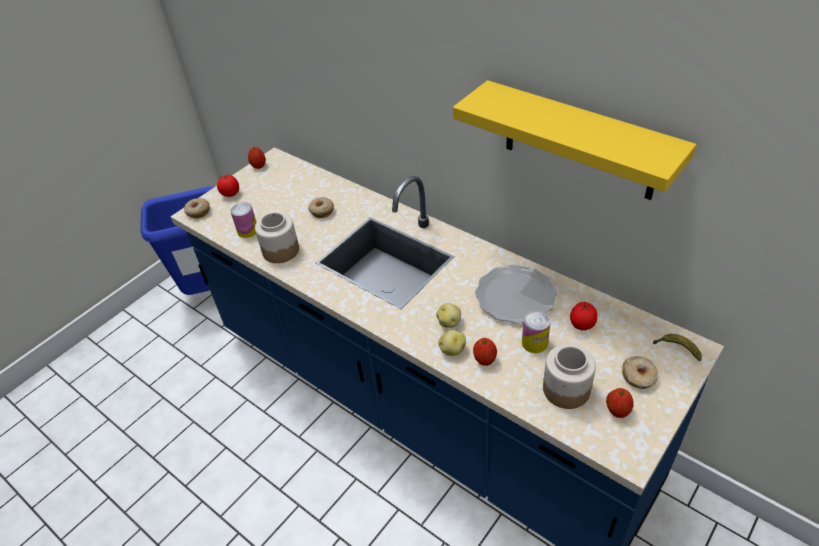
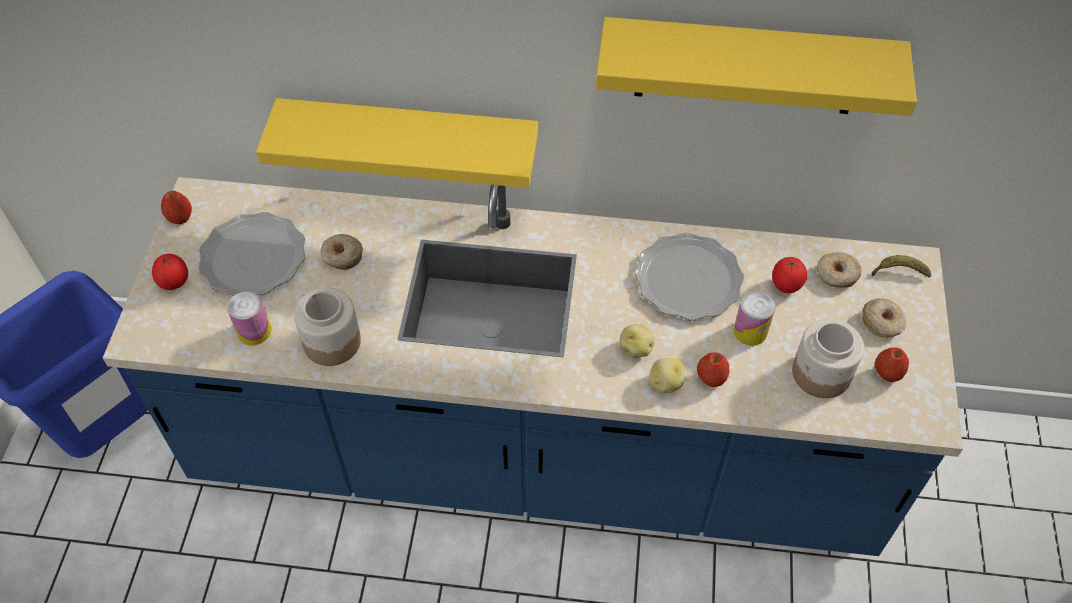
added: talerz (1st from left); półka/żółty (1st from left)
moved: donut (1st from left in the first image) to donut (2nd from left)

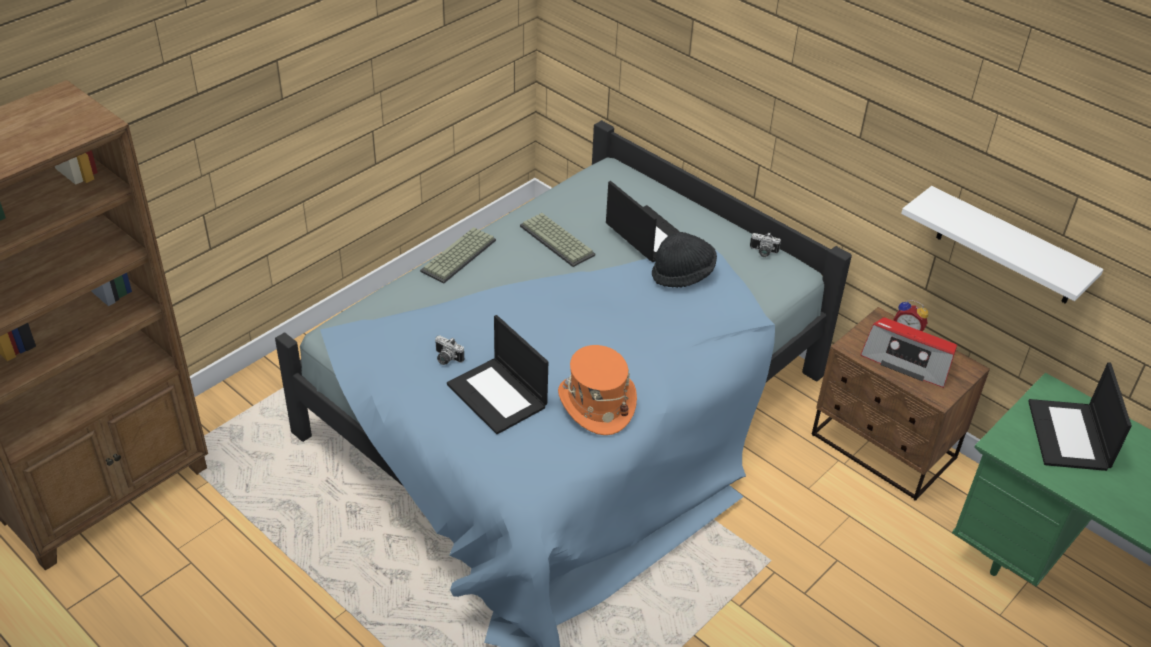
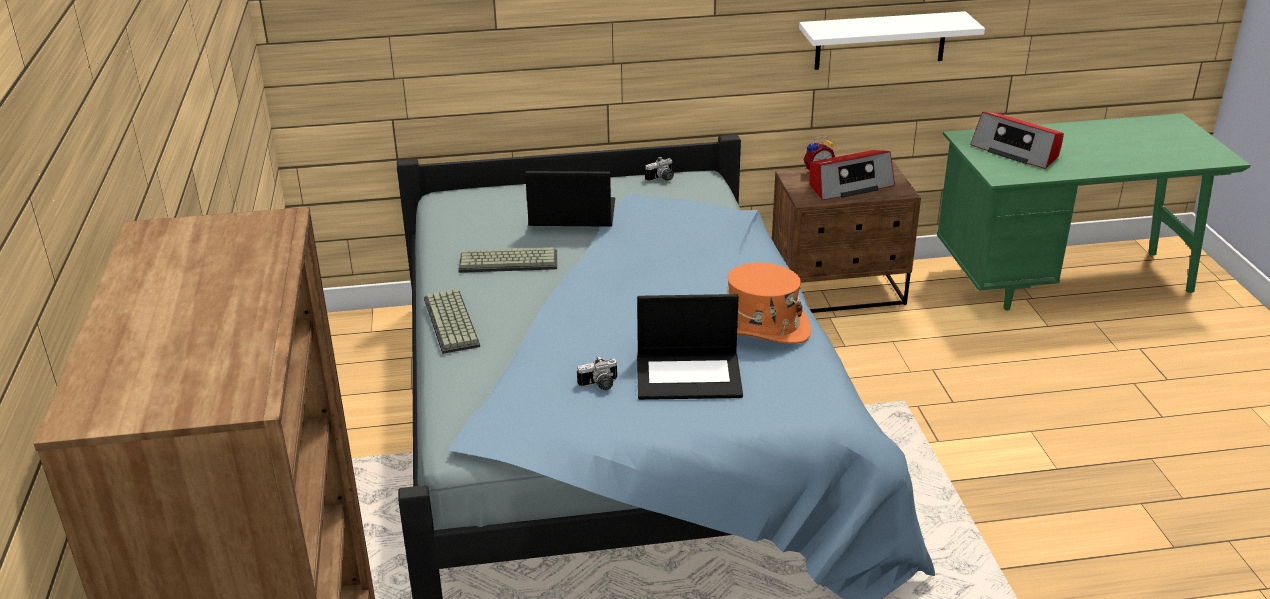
removed: kapelusz/czarny
replaced: laptop (3rd from left) to radio (2nd from left)

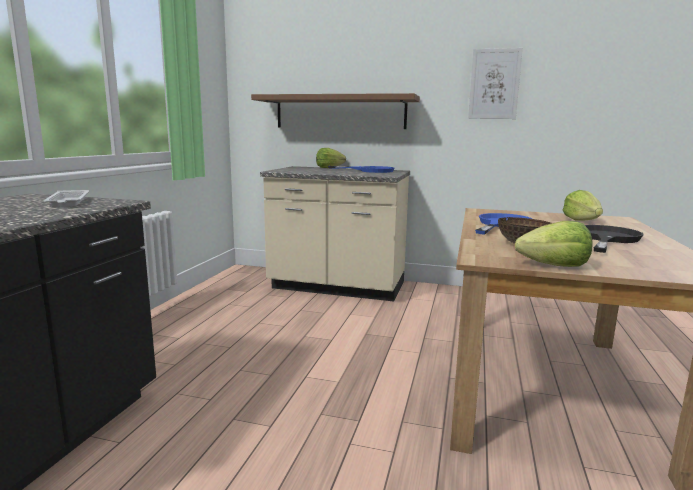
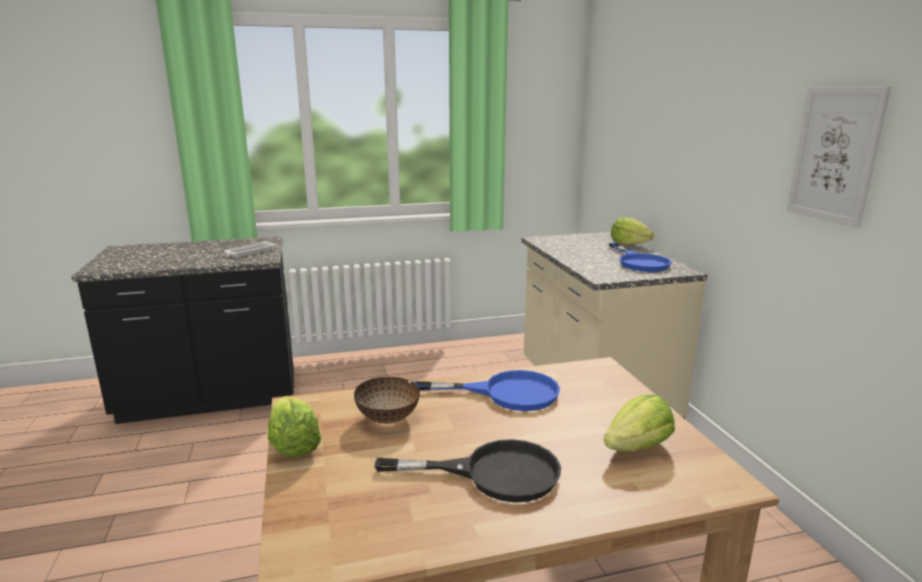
removed: półka/brązowy

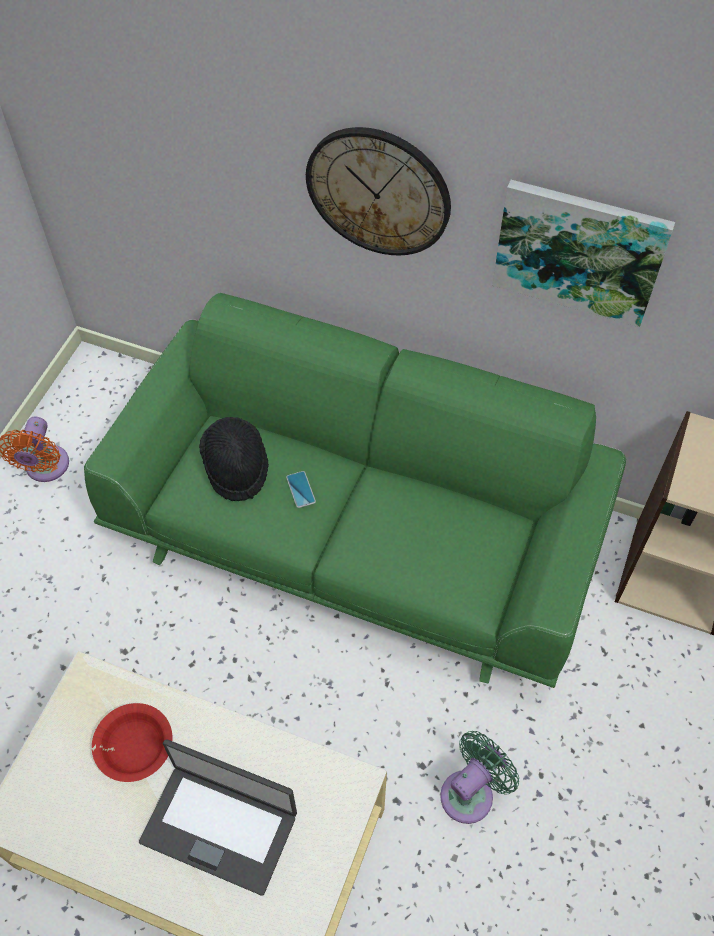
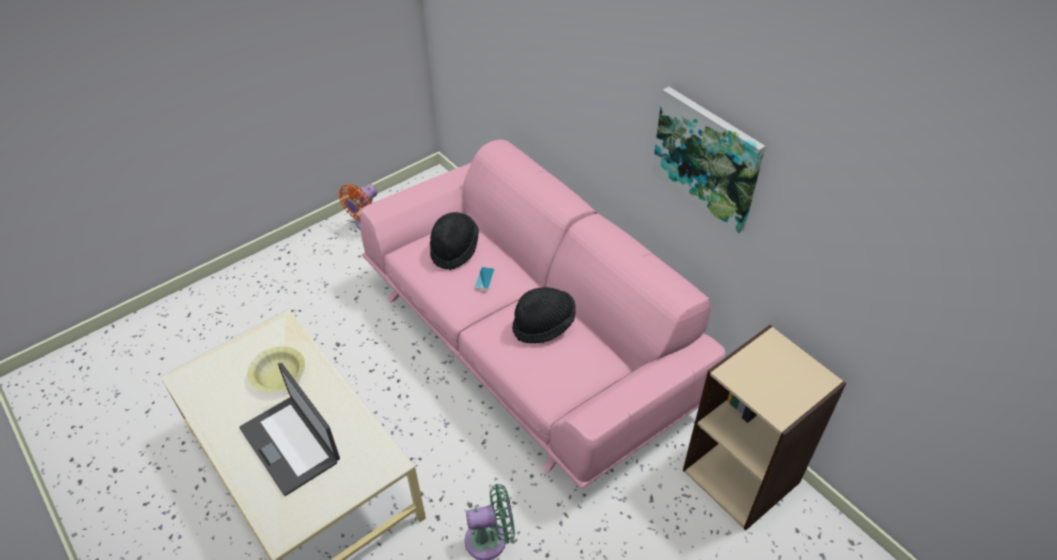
removed: zegar ścienny
added: kapelusz/czarny (2nd from left)
recoloured: kanapa/zielony to kanapa/różowy; miska/czerwony to miska/żółty

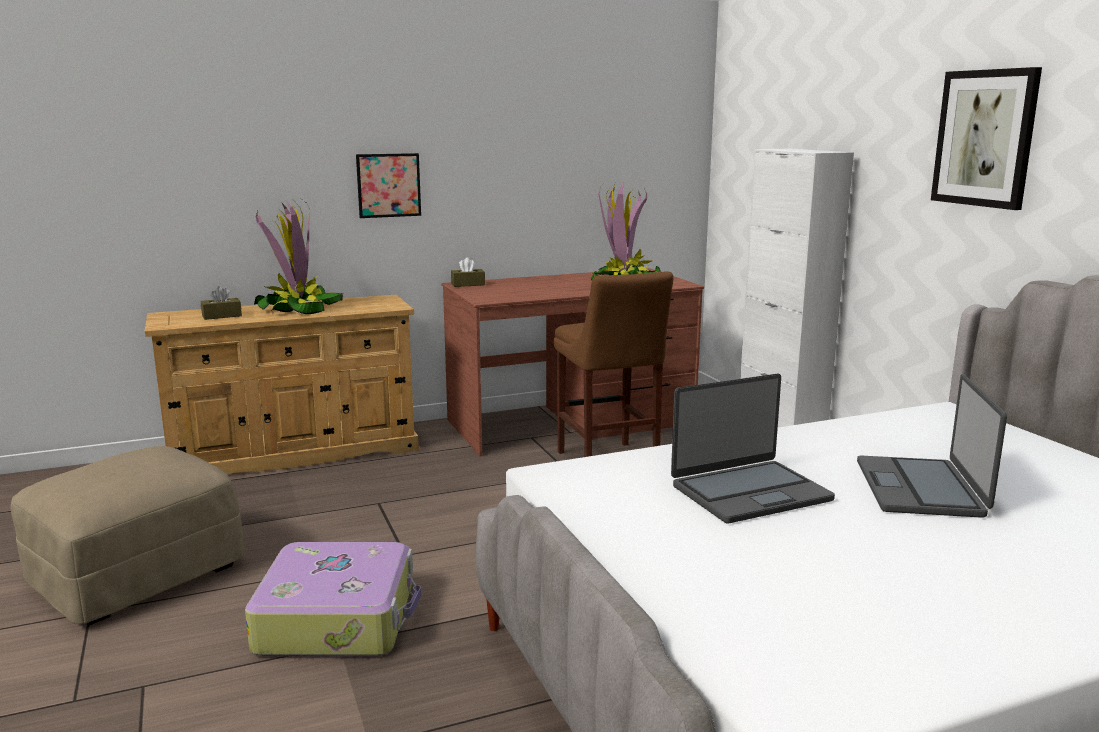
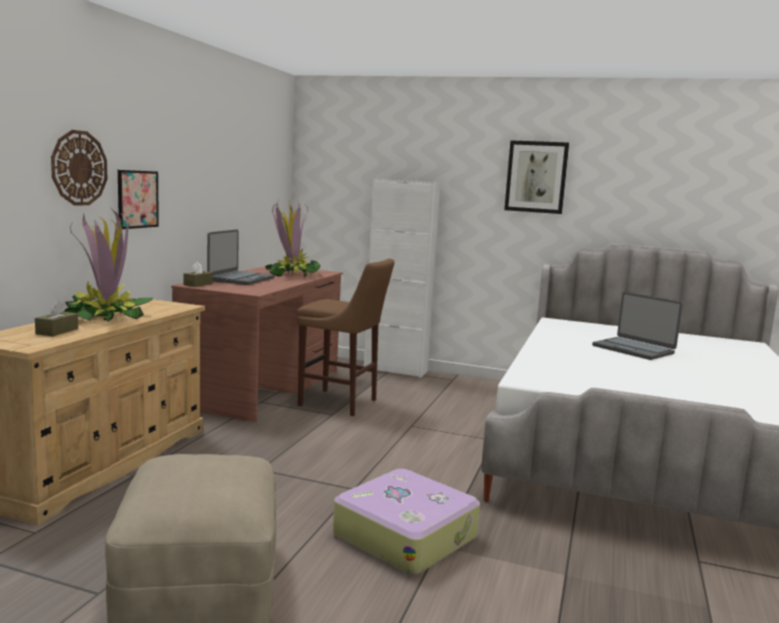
added: zegar ścienny
moved: laptop (1st from left)

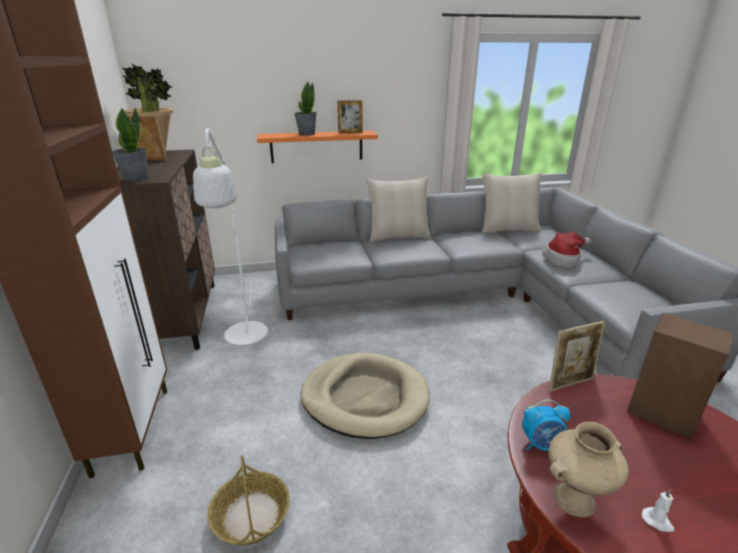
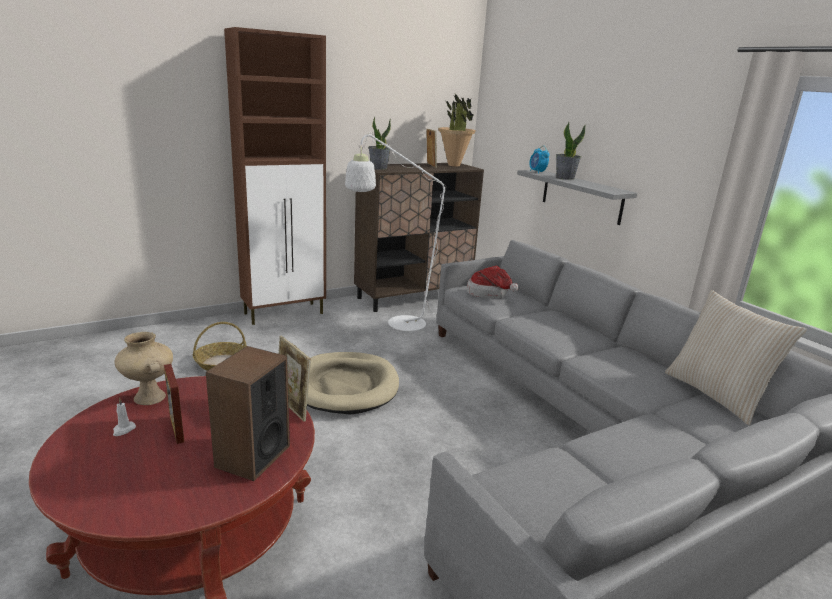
removed: poduszka/beżowy (1st from left)
moved: ramka na zdjęcie (2nd from left in the first image) to ramka na zdjęcie (1st from left); budzik; kapelusz
recoloured: półka/pomarańczowy to półka/szary

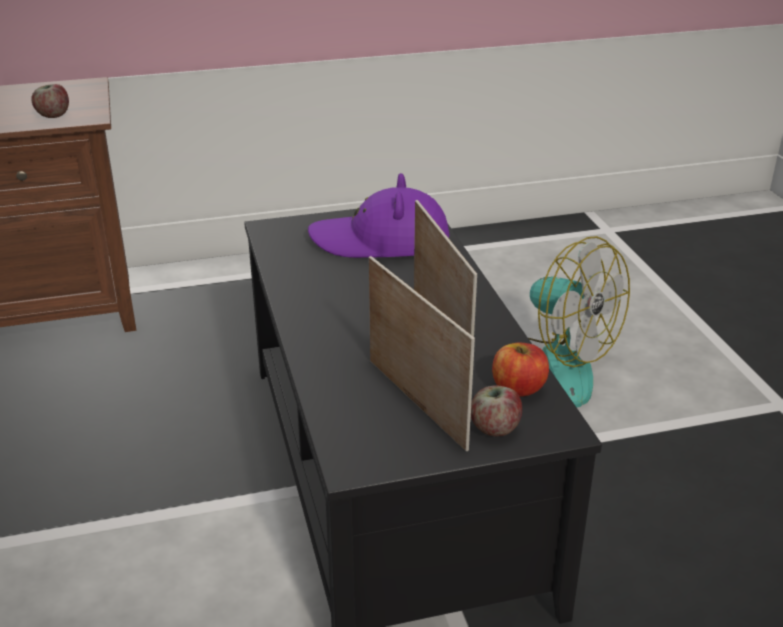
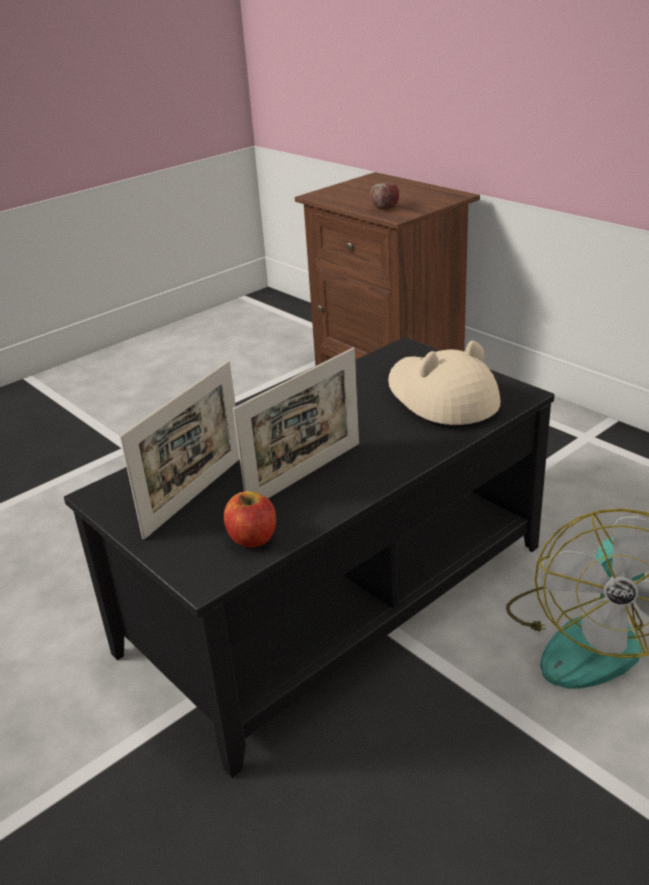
removed: jabłko (2nd from left)
recoloured: kapelusz/fioletowy to kapelusz/beżowy

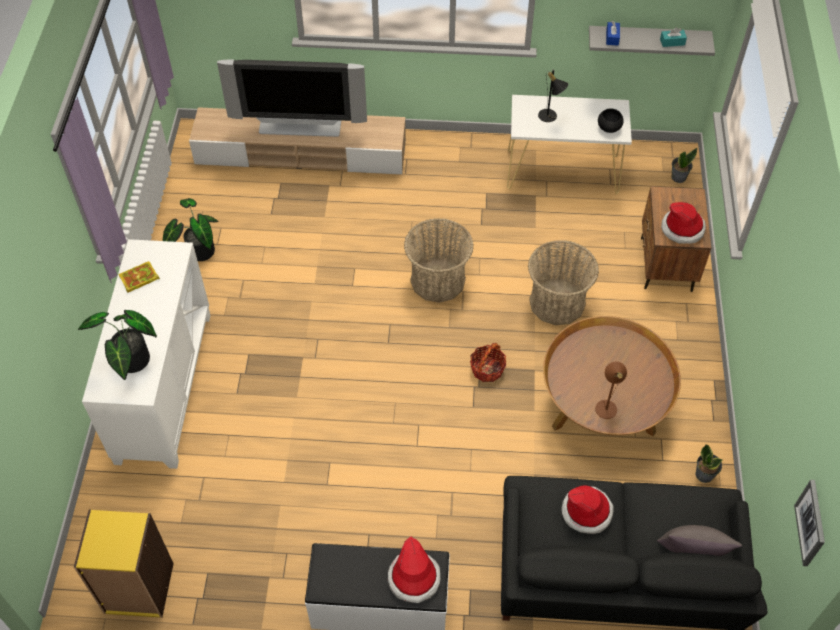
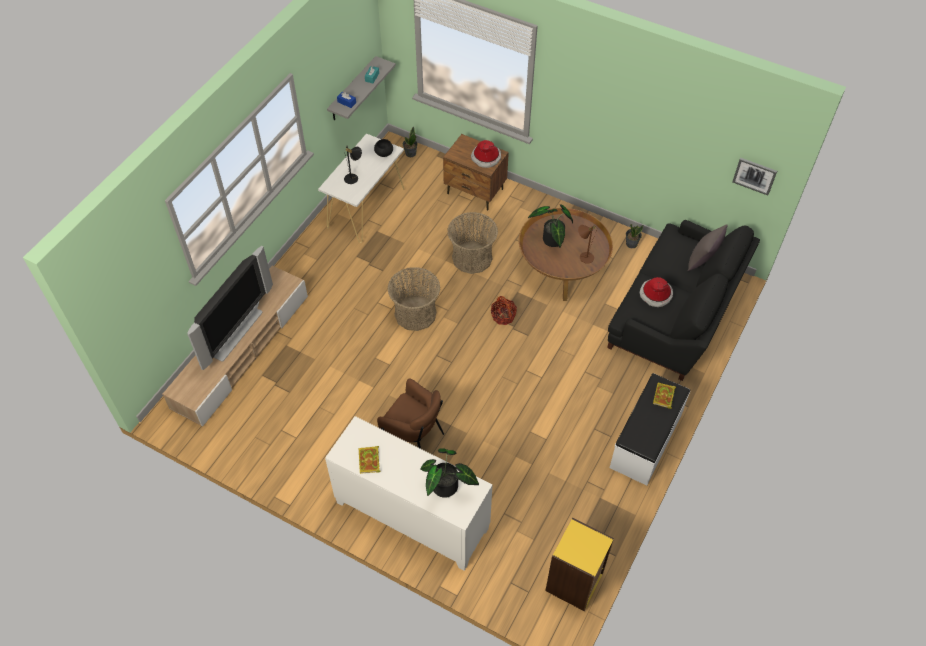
added: fotel/brązowy
moved: roślina doniczkowa (2nd from left in the first image) to roślina doniczkowa (3rd from left)
replaced: kapelusz (1st from left) to książka (2nd from left)

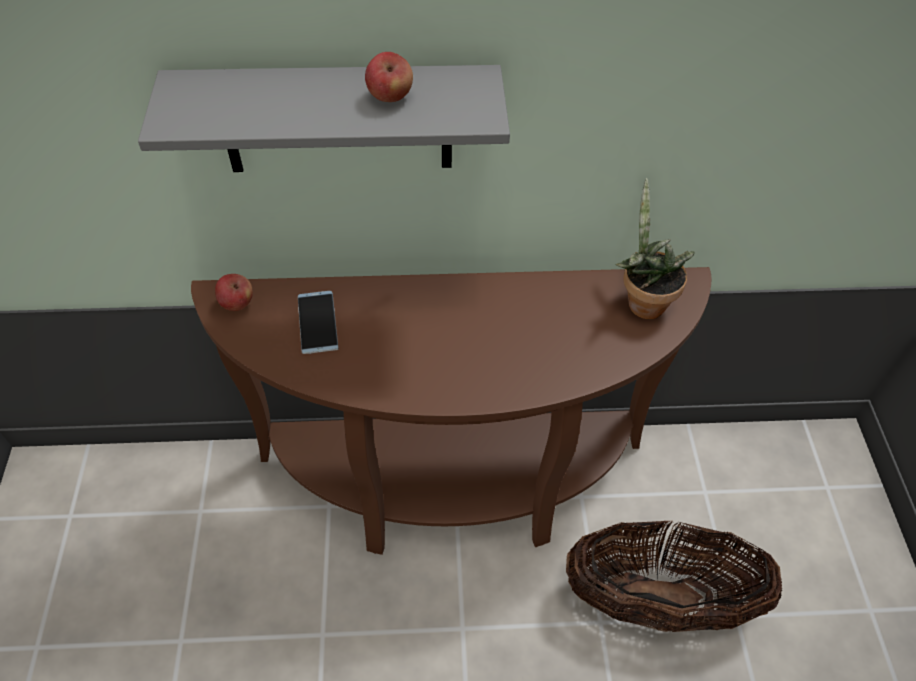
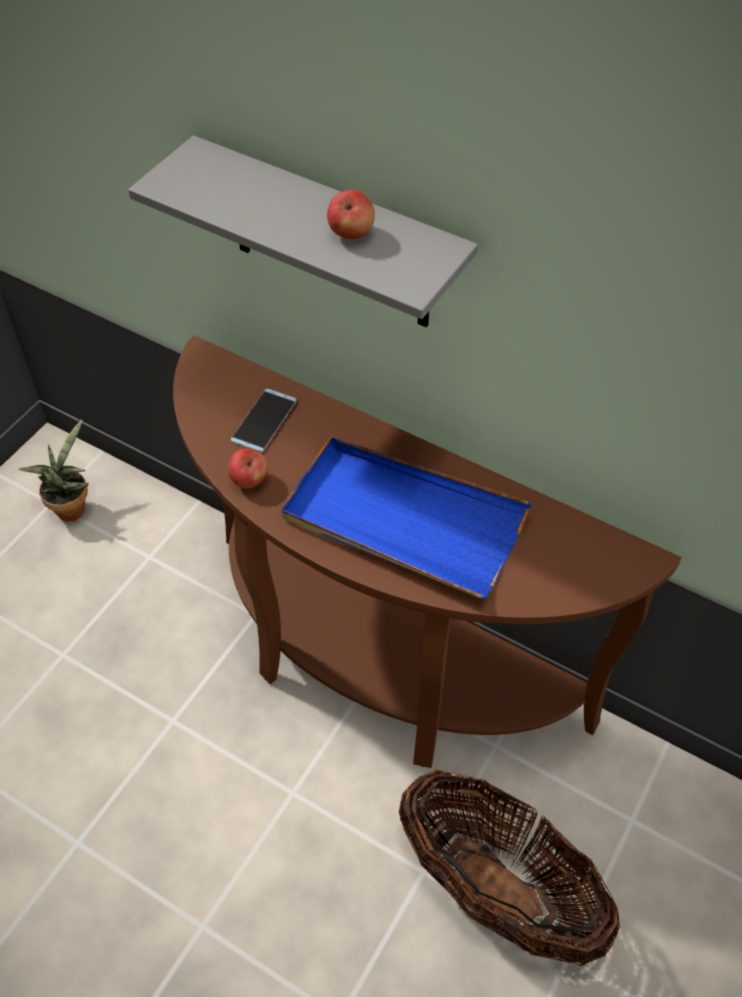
added: taca/niebieski
moved: jabłko (1st from left); roślina doniczkowa

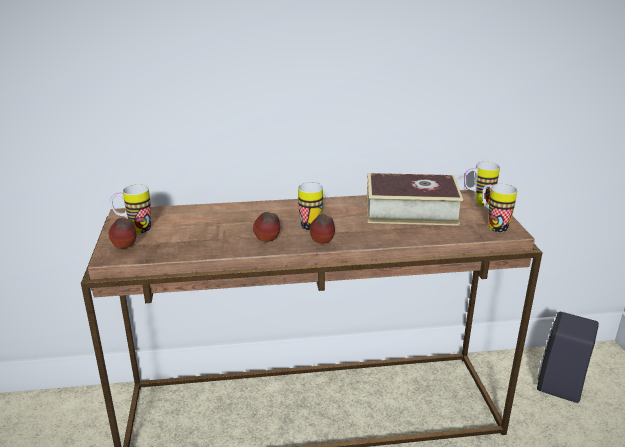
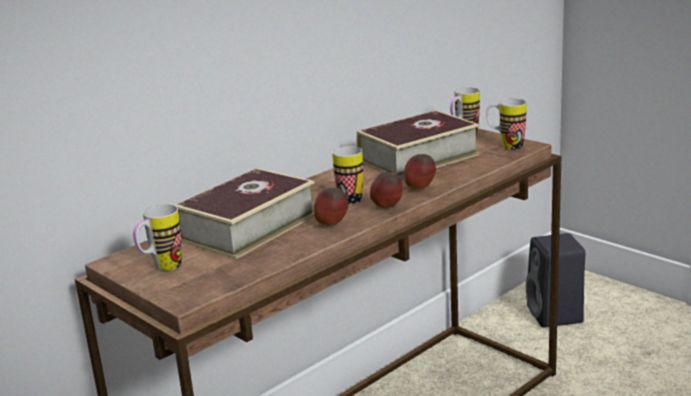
added: książka (1st from left)
moved: jabłko (1st from left in the first image) to jabłko (3rd from left)

